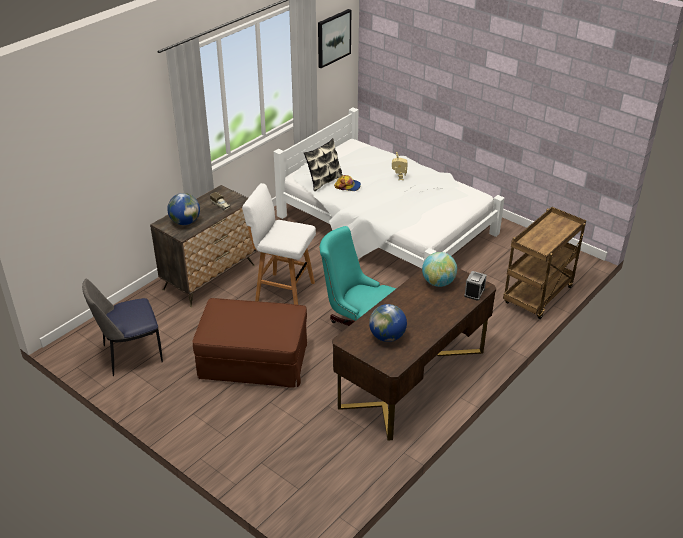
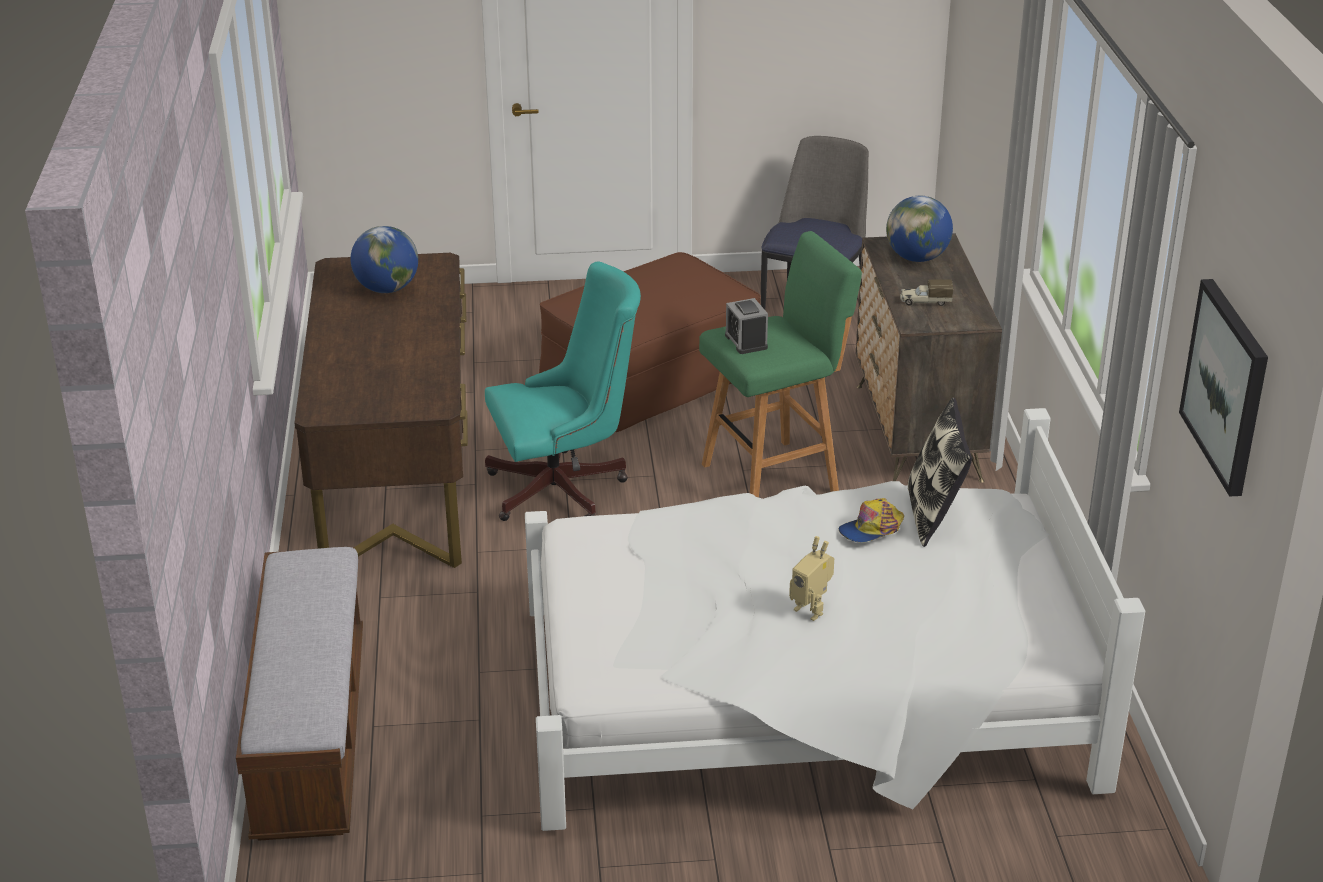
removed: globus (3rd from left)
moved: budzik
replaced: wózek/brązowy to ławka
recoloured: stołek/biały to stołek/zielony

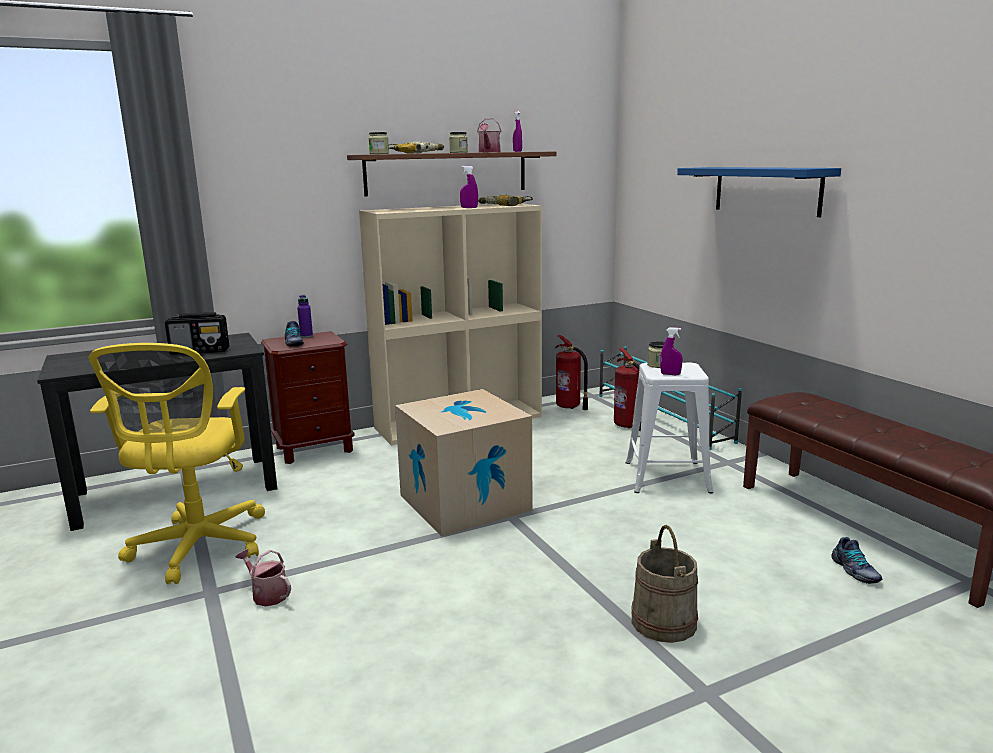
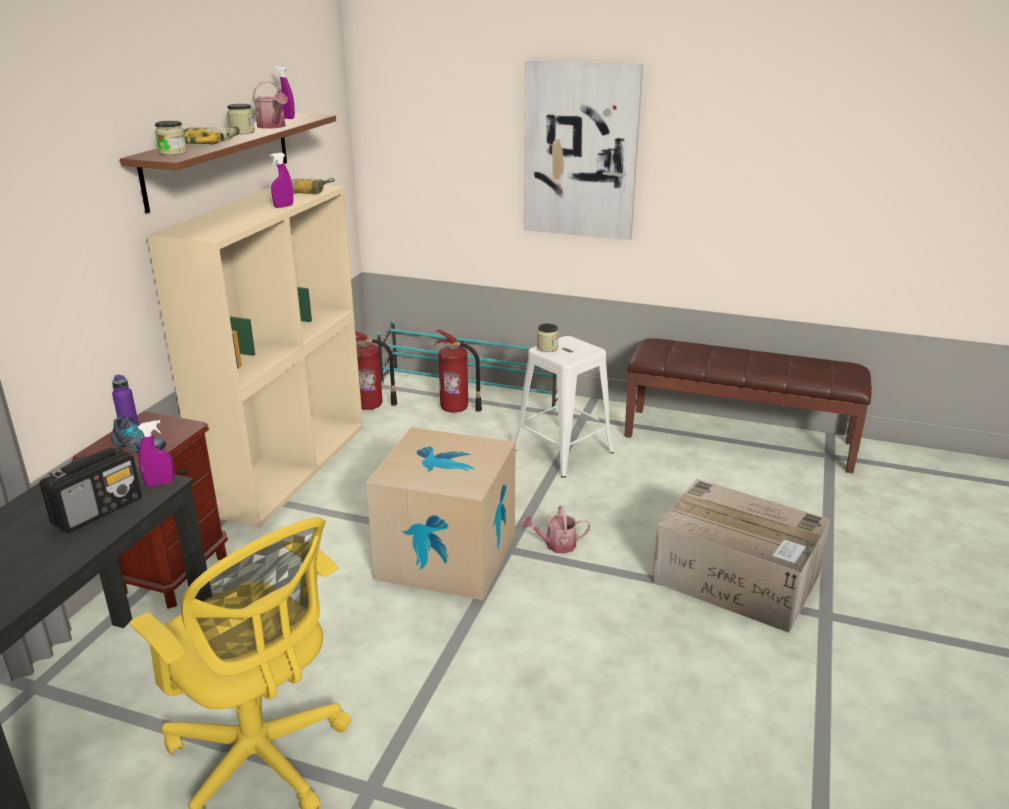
removed: but (2nd from left)
moved: konewka (1st from left in the first image) to konewka (2nd from left); spryskiwacz/fioletowy (3rd from left in the first image) to spryskiwacz/fioletowy (1st from left)
replaced: wiadro/beżowy to karton (2nd from left); półka/niebieski to obraz

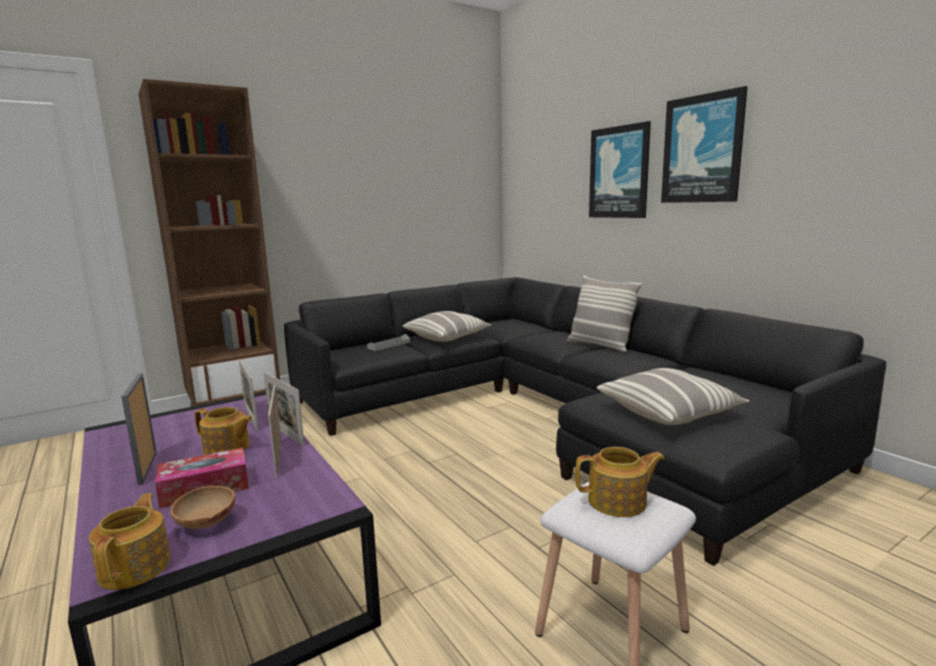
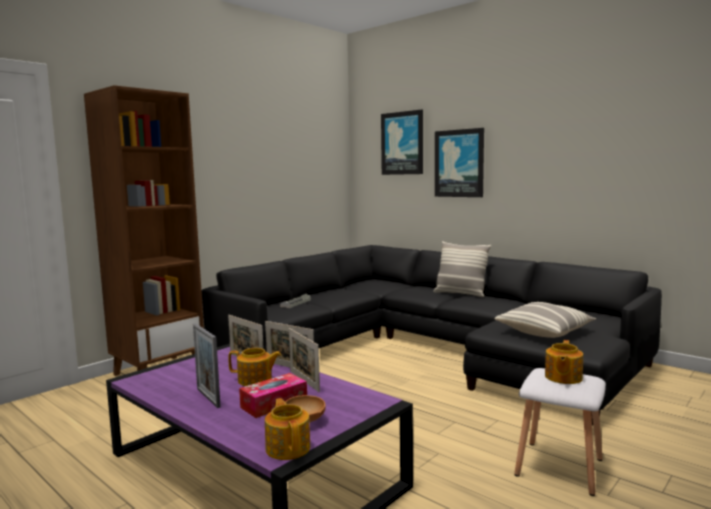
removed: poduszka (1st from left)
moved: obraz (2nd from left in the first image) to obraz (1st from left)
turned: imbryk (3rd from left) 135 degrees clockwise

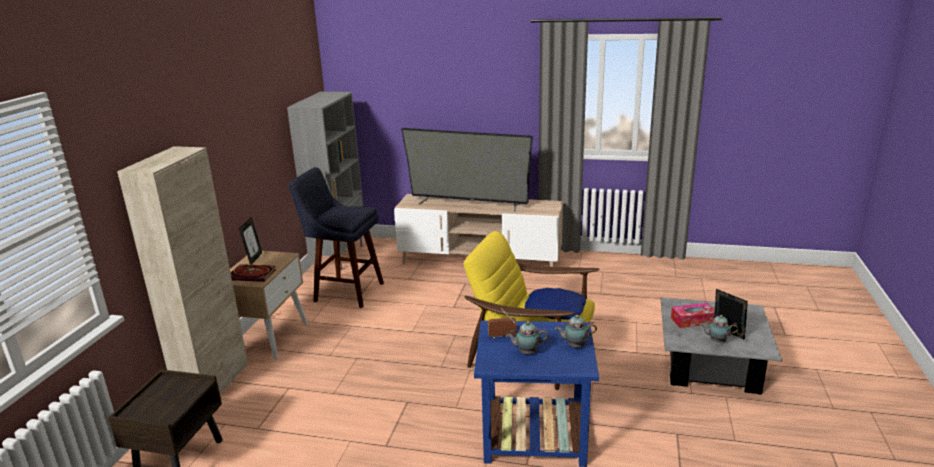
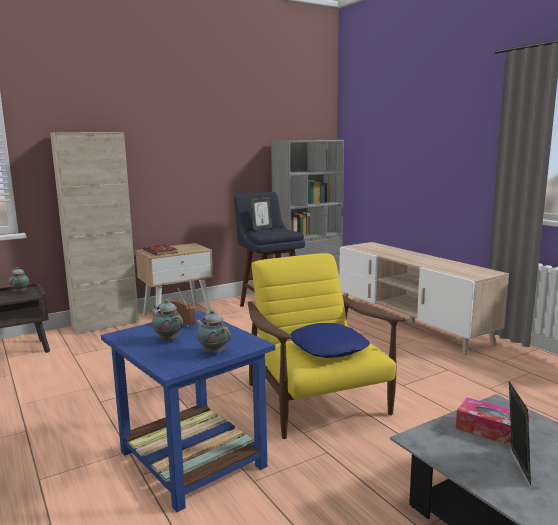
removed: telewizor
moved: ramka na zdjęcie (1st from left); imbryk (3rd from left in the first image) to imbryk (1st from left)

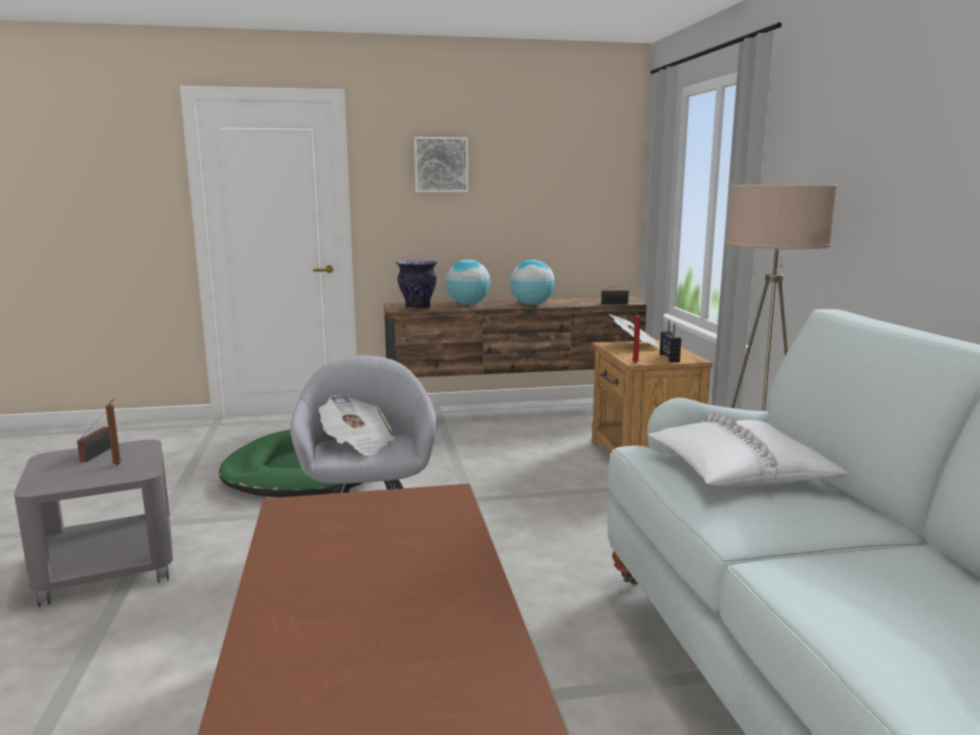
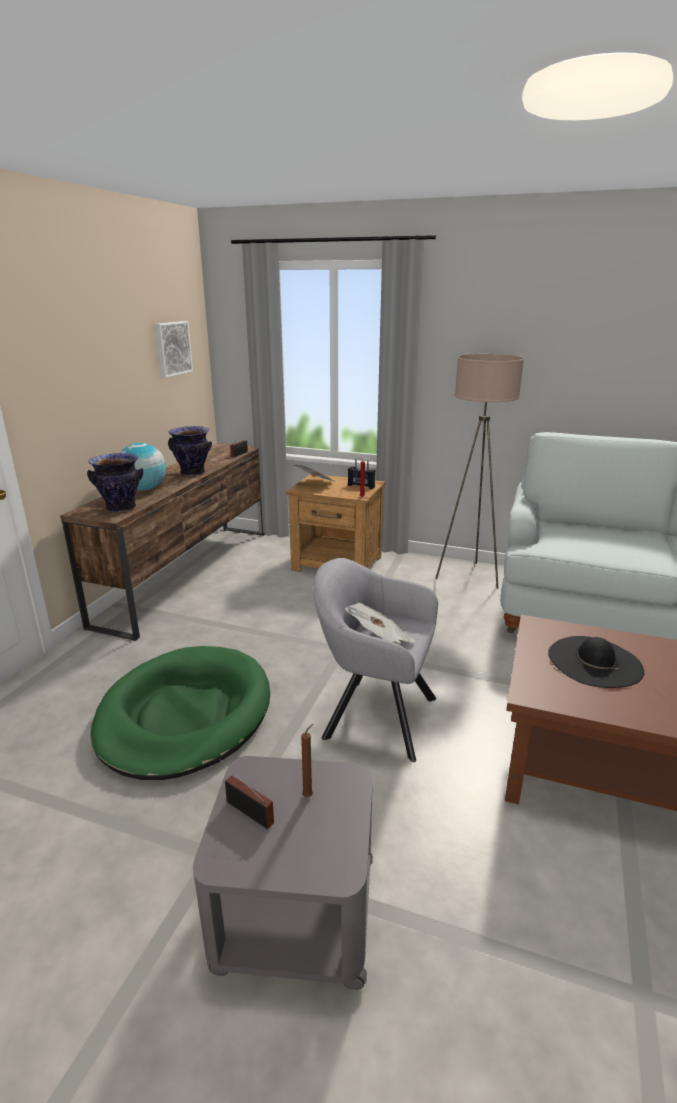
removed: poduszka/biały
added: kapelusz/czarny
moved: obraz
replaced: globus (2nd from left) to wazon (2nd from left)

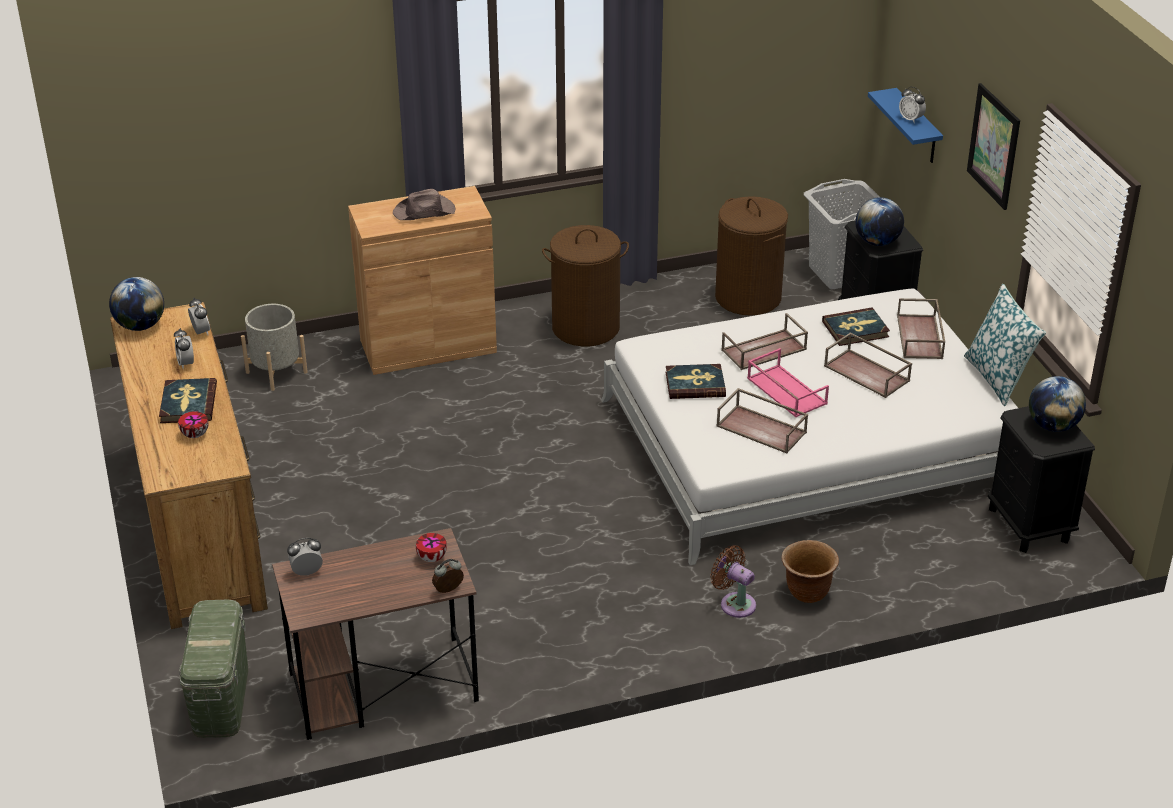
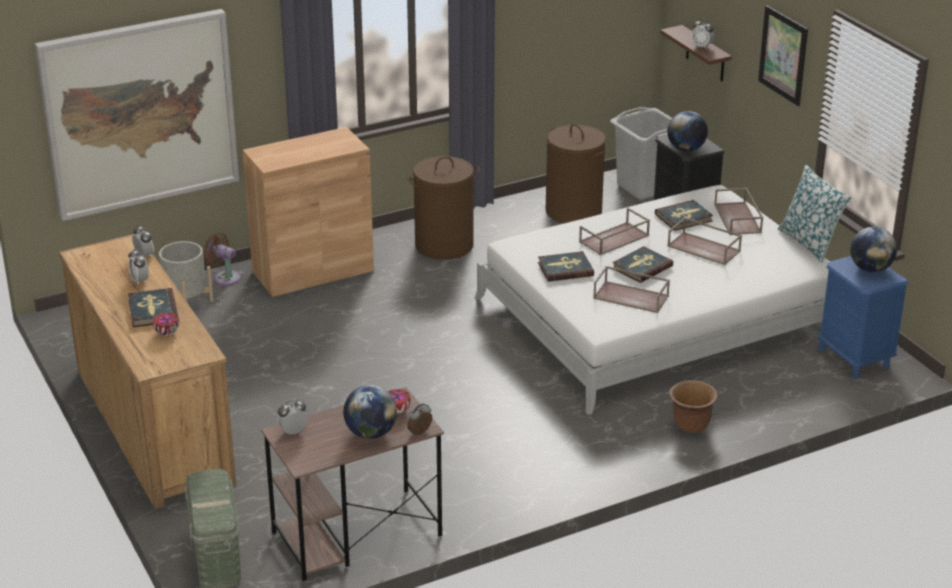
removed: kapelusz/brązowy
added: obraz (1st from left)
moved: globus (1st from left); wentylator/brązowy
replaced: taca/różowy to książka (3rd from left)
recoloured: półka/niebieski to półka/brązowy; szafka nocna/czarny (2nd from left) to szafka nocna/niebieski

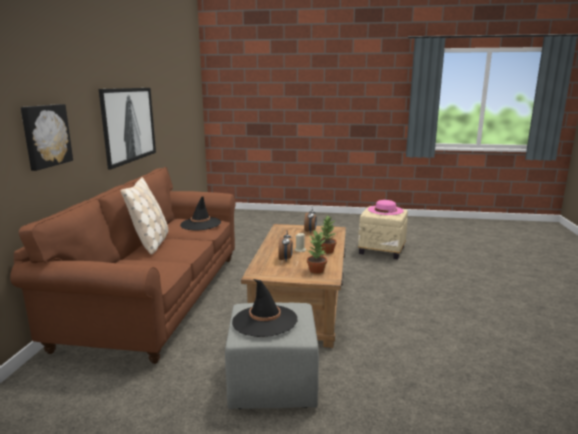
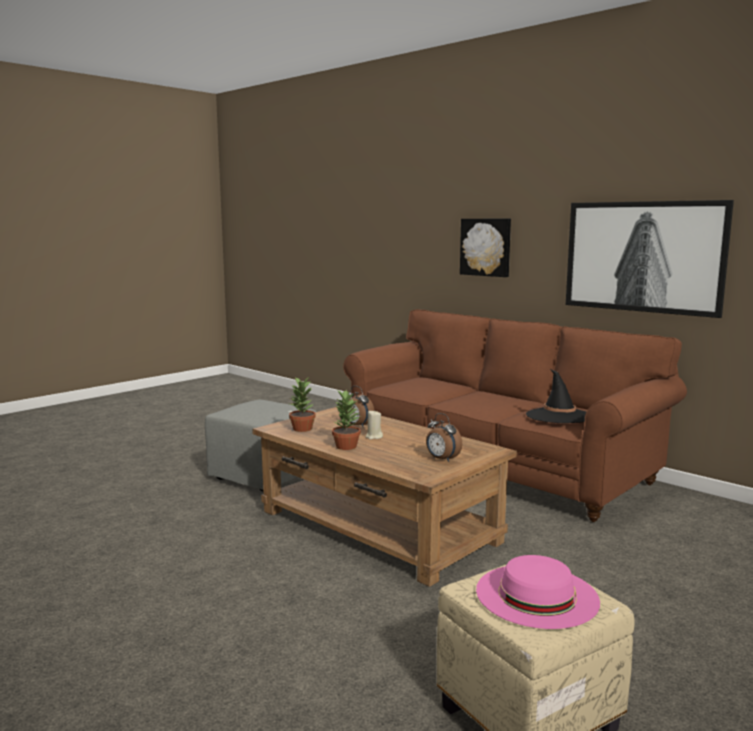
removed: poduszka/beżowy; kapelusz/czarny (2nd from left)

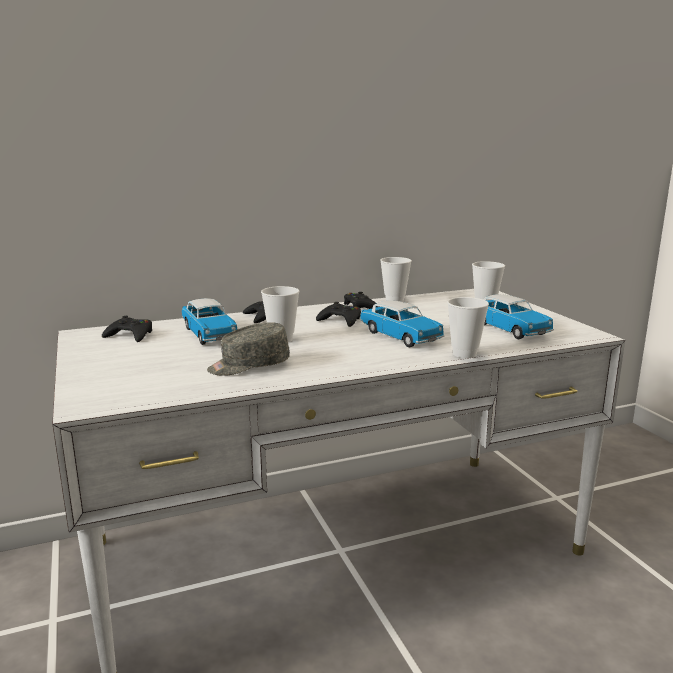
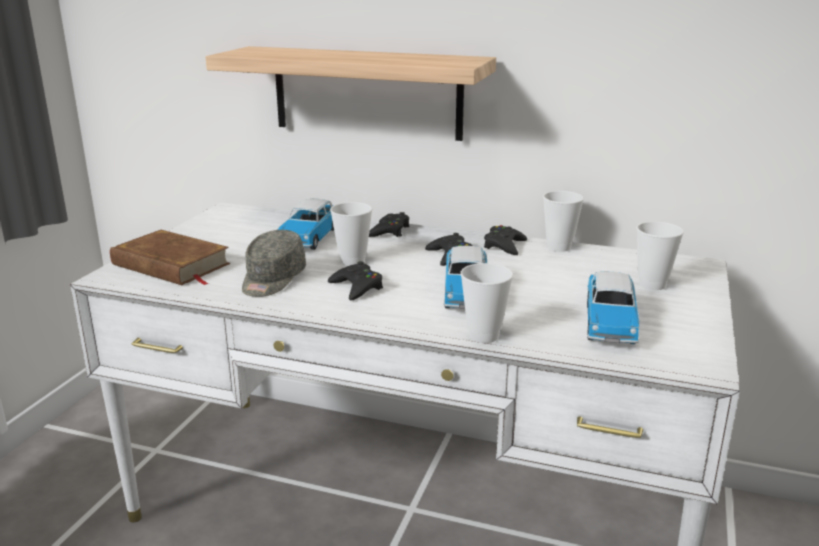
added: książka/brązowy; półka
moved: pad do gier/czarny (1st from left)
turned: czapka z daszkiem/szary 90 degrees counterclockwise

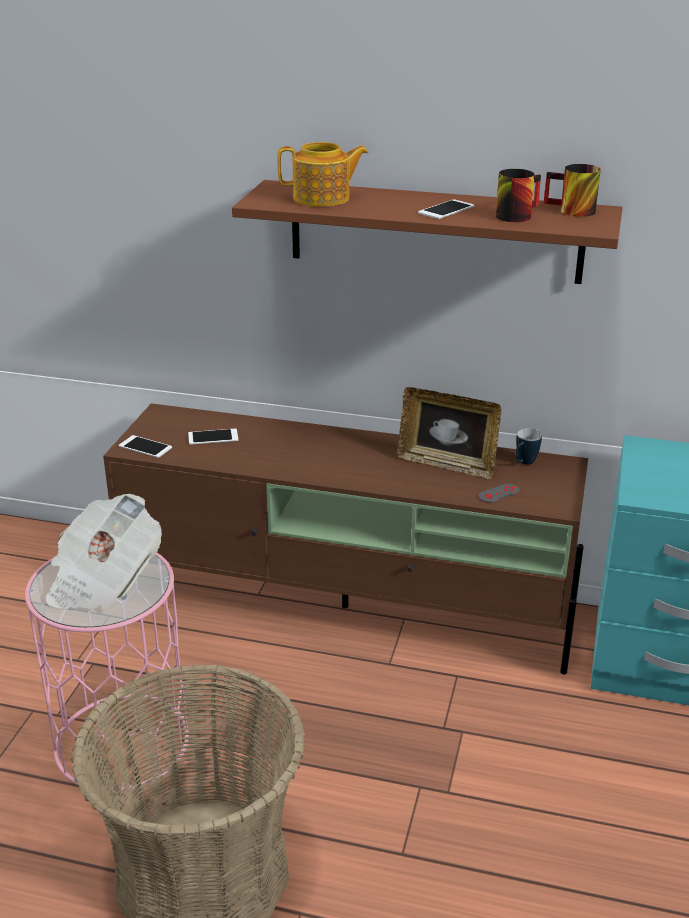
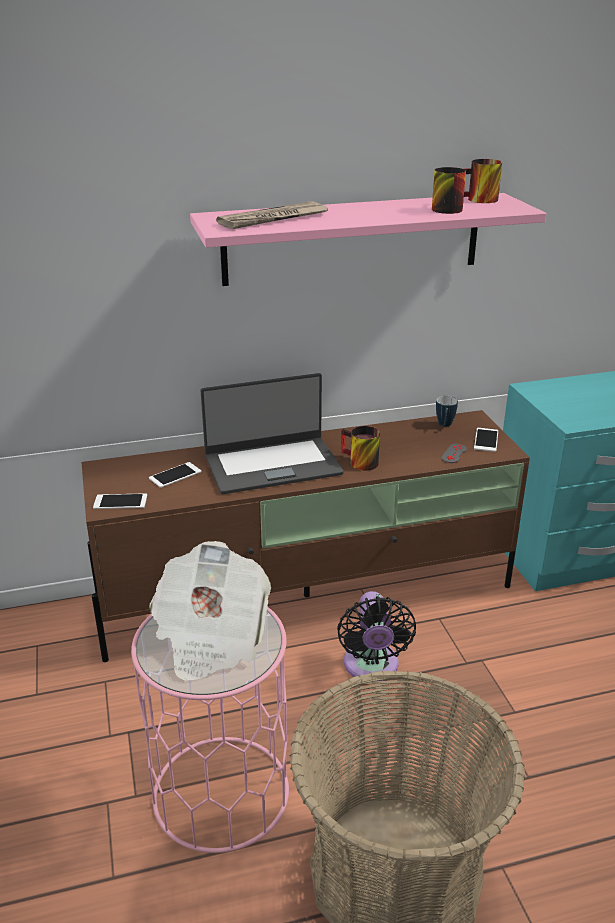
removed: ramka na zdjęcie
added: laptop; wentylator/czarny; kubek (1st from left)
moved: telefon (3rd from left)
replaced: imbryk to gazeta (2nd from left)
recoloured: półka/brązowy to półka/różowy

